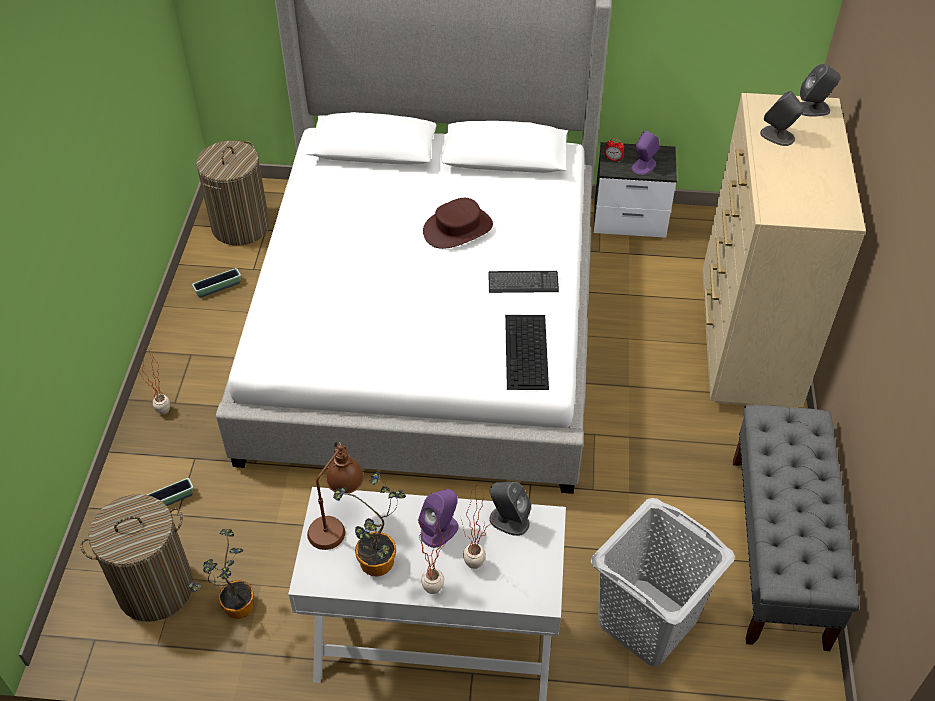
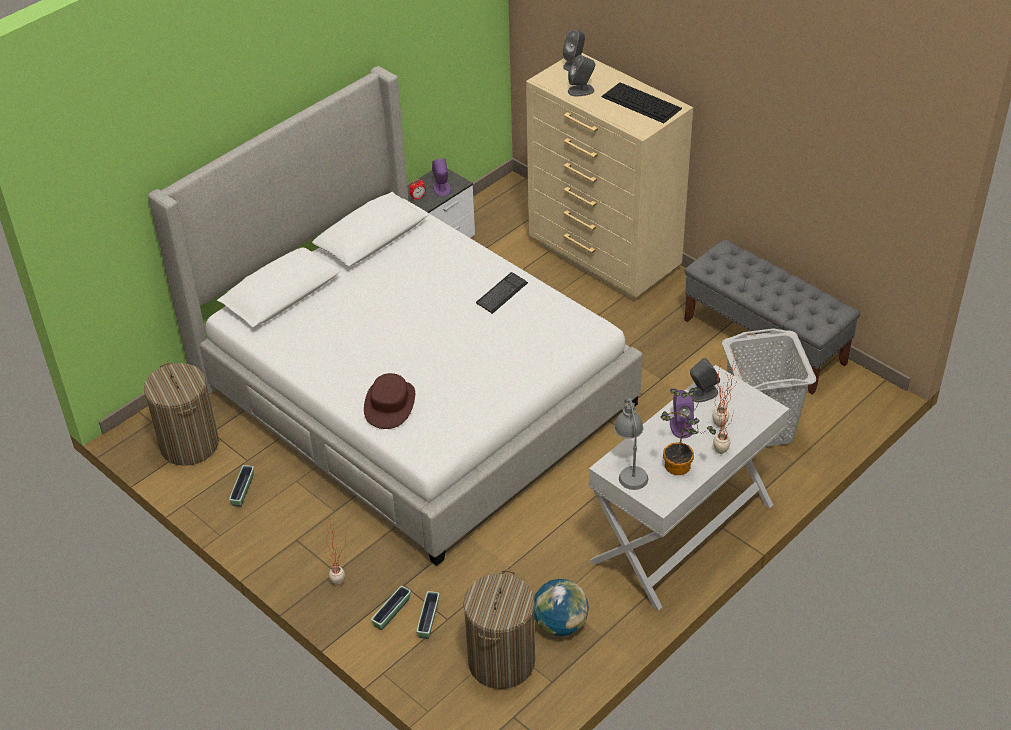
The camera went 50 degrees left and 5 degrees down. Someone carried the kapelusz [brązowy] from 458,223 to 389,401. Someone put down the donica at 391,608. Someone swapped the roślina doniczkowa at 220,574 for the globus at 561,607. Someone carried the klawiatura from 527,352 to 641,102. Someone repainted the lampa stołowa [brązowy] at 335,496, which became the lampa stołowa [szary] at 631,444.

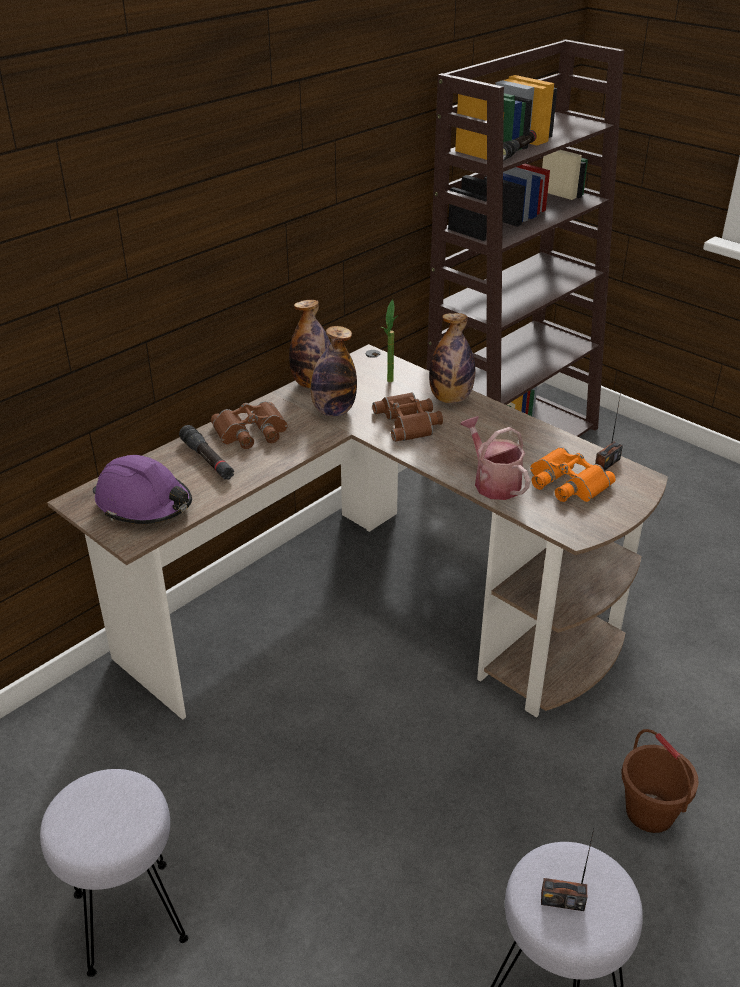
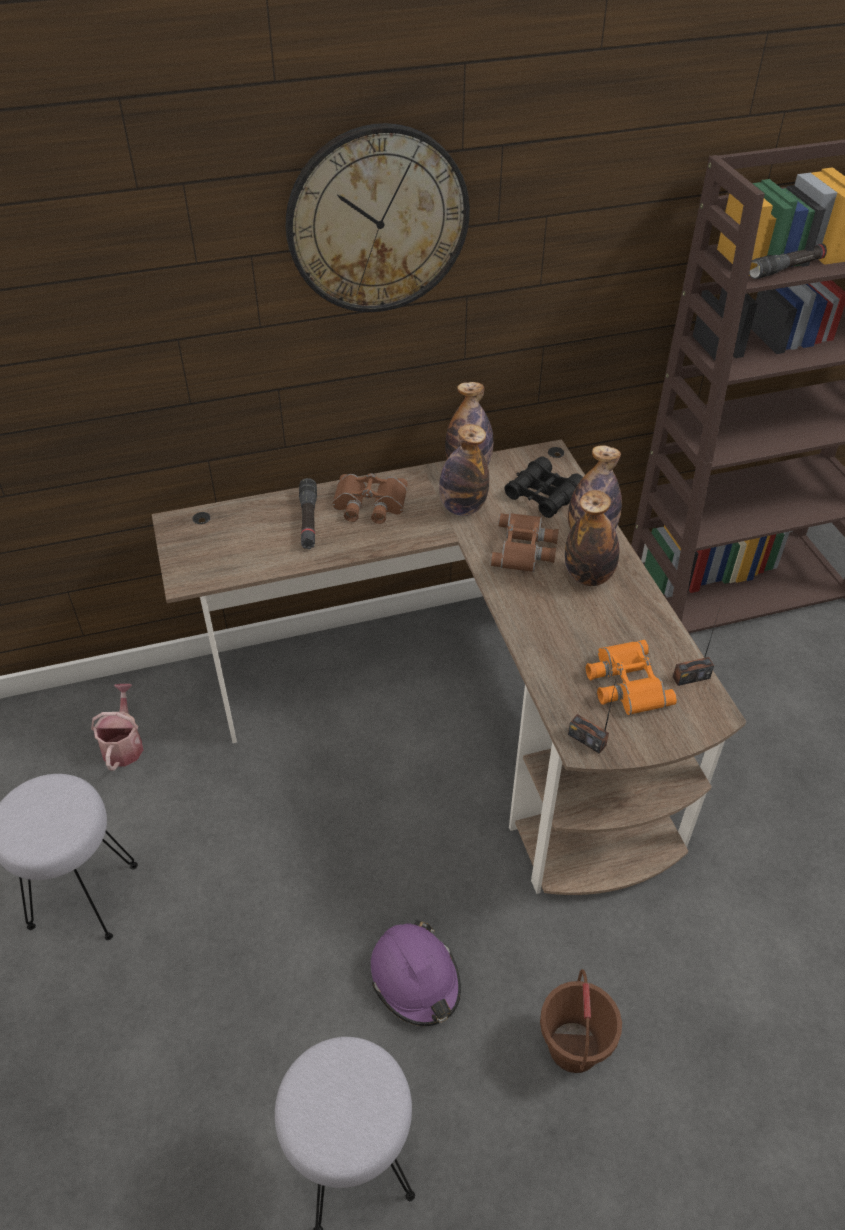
The camera went 30 degrees right and 10 degrees up. Someone carried the konewka from 495,458 to 117,727. Someone put up the zegar ścienny at 378,217. Someone carried the kask [fioletowy] from 143,489 to 416,972. Someone swapped the roślina doniczkowa at 389,340 for the lornetka [czarny] at 543,487. Someone put down the butelka at 592,538. Someone carried the radio from 567,870 to 592,717.

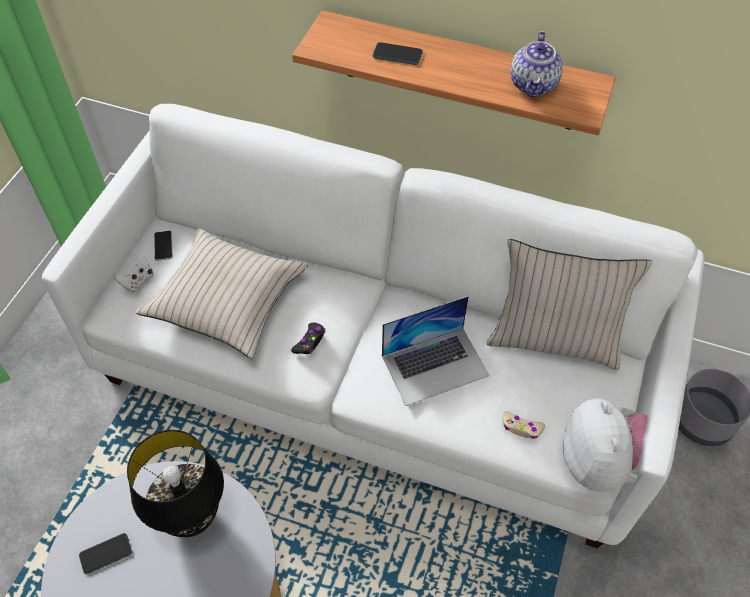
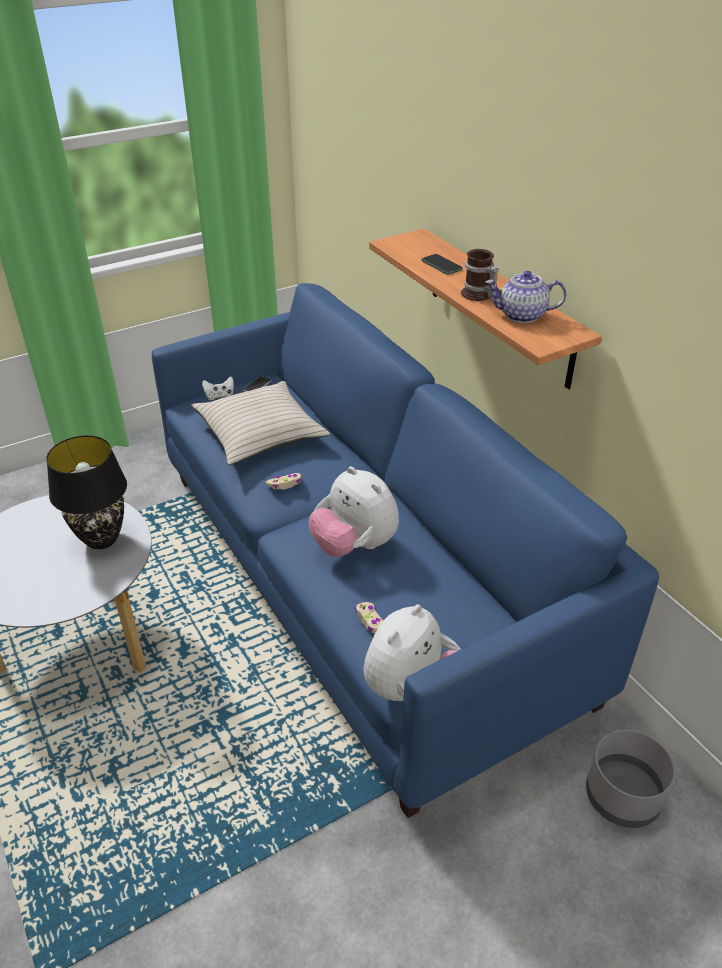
The camera went 40 degrees right and 15 degrees down. Someone repainted the kanapa [biały] at 373,326, which became the kanapa [niebieski] at 405,550. Someone repainted the pad do gier [czarny] at 308,338, which became the pad do gier [beżowy] at 283,481. Someone swapped the laptop at 436,351 for the pluszak at 354,512. Someone put down the kubek at 480,275. Someone rotated the imbryk at 537,64 by 45 degrees clockwise. Someone took away the telefon at 105,553. Someone took away the poduszka [beżowy] at 569,304.

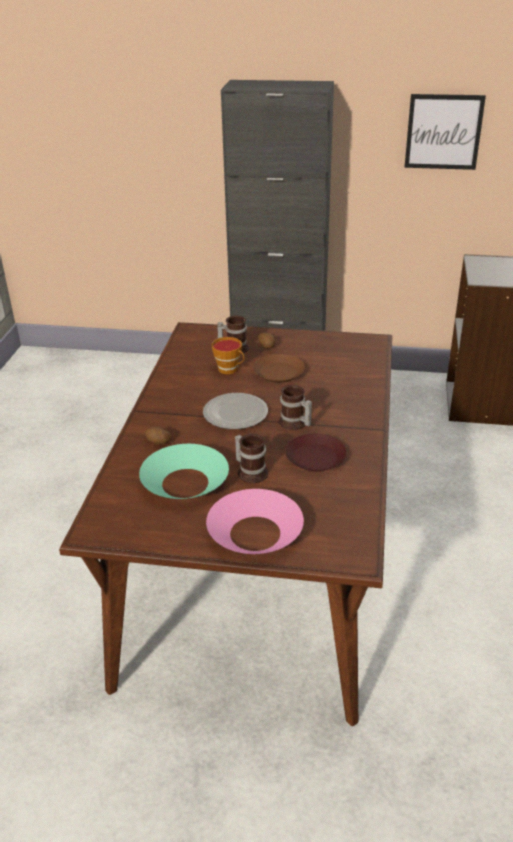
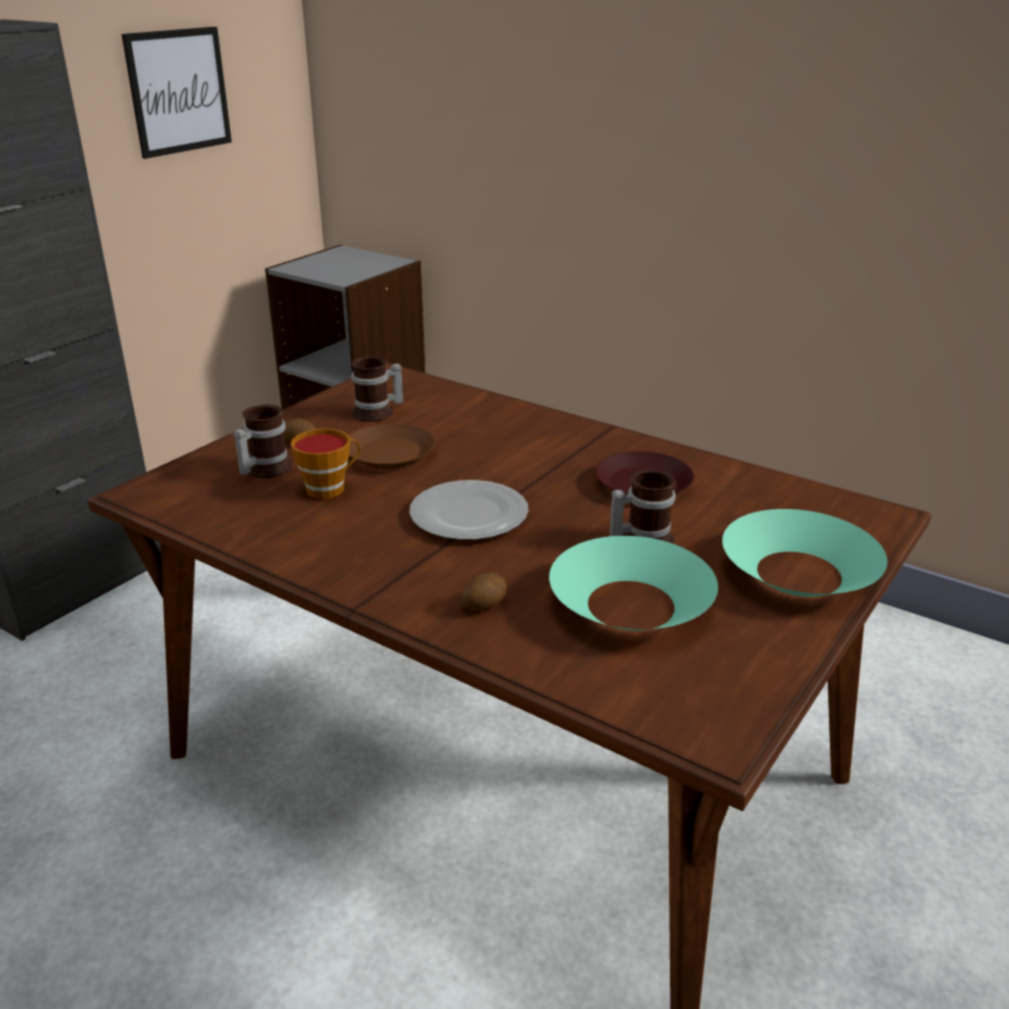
The camera went 65 degrees left and 5 degrees down. Someone carried the kubek from 295,407 to 377,389. Someone repainted the miska [różowy] at 255,521, which became the miska [turkusowy] at 804,553.

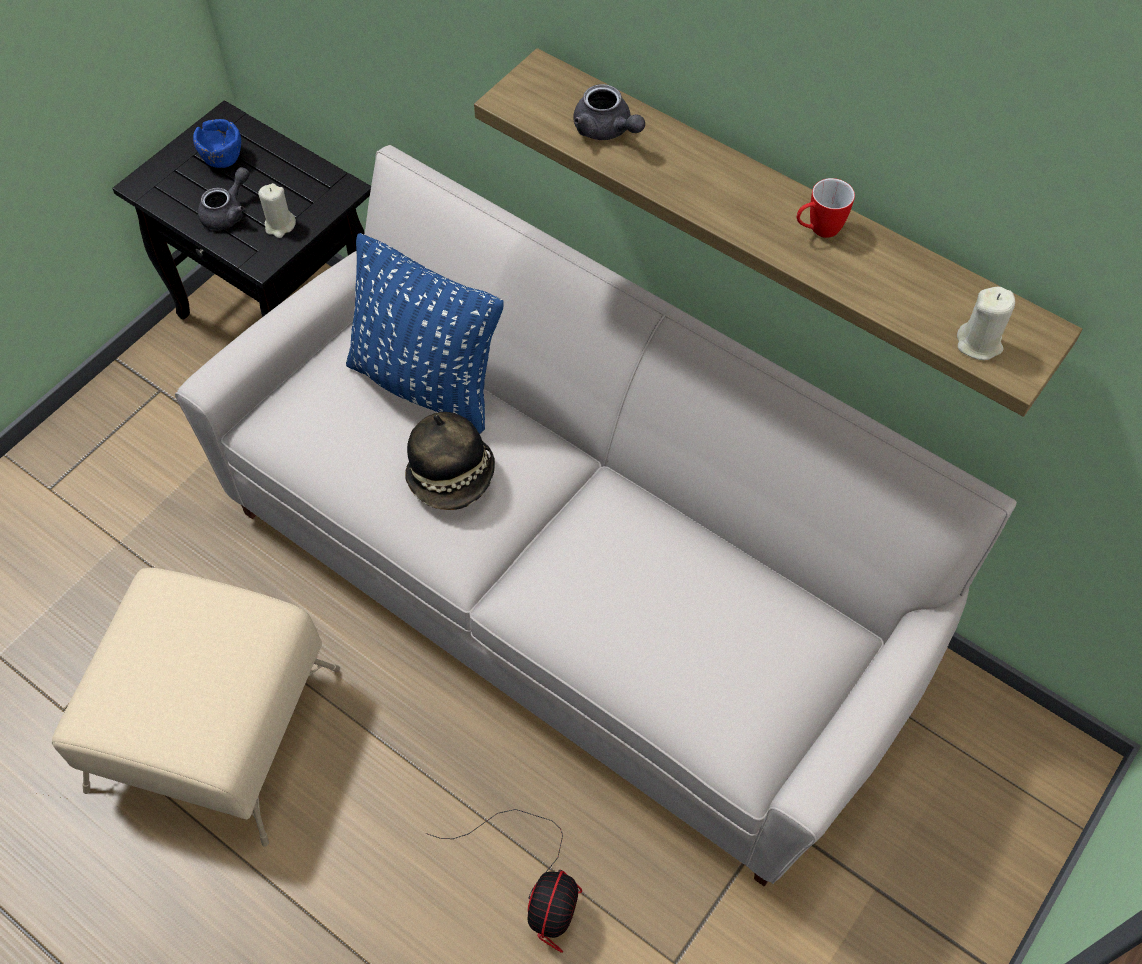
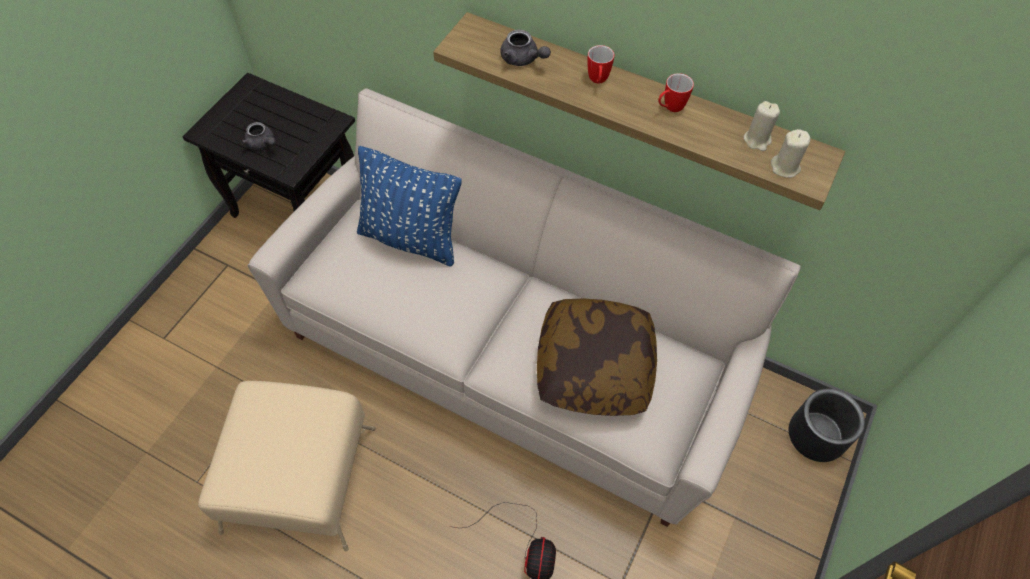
The camera went 10 degrees left and 0 degrees up. Someone rotated the imbryk [szary] at 223,198 by 105 degrees clockwise. Someone put down the poduszka at 597,357. Someone put down the kubek at 601,64. Someone carried the świeca [beżowy] from 277,210 to 762,126. Someone put down the donica [czarny] at 827,425. Someone took away the miska [niebieski] at 217,143. Someone took away the kapelusz at 450,461.

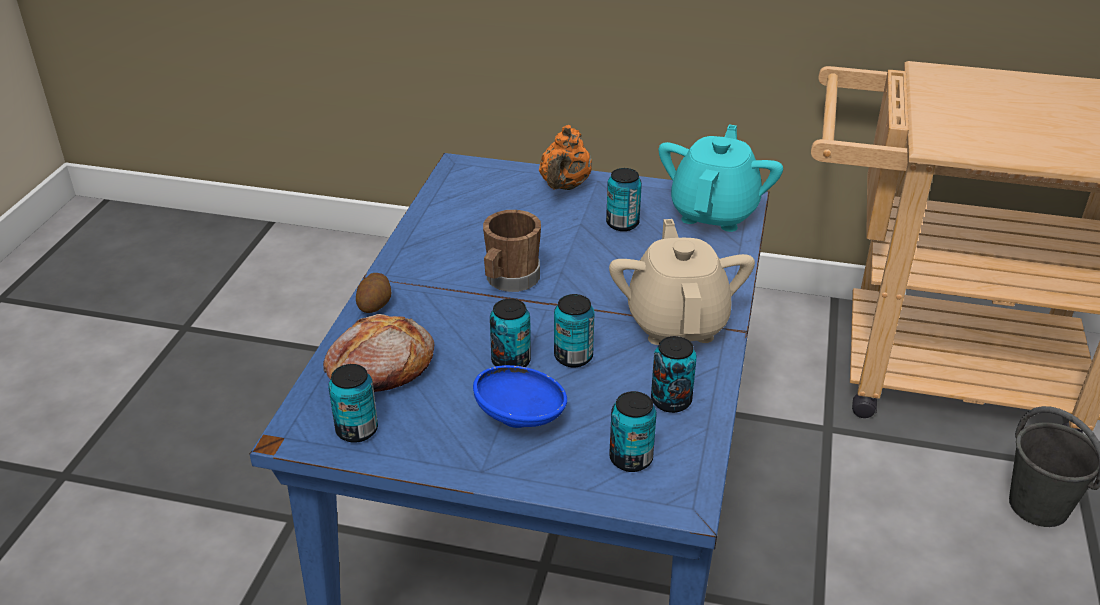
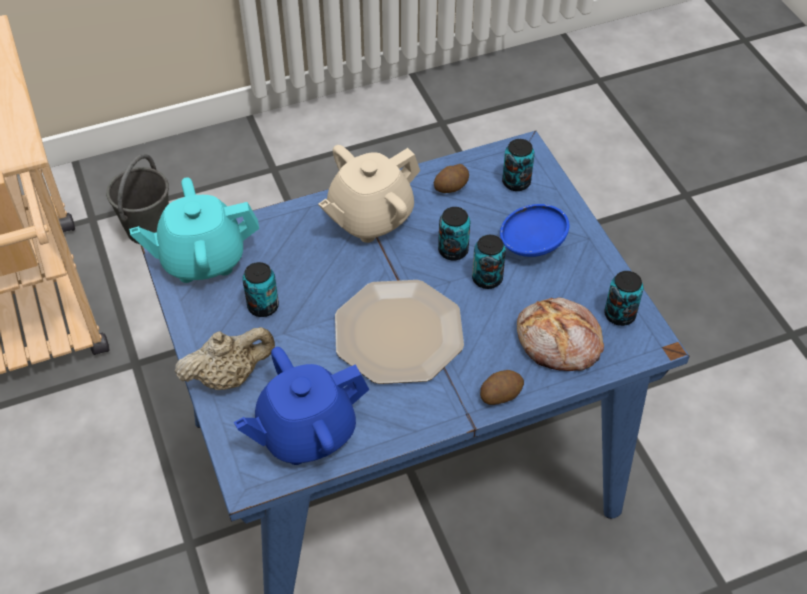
The camera went 125 degrees left and 15 degrees up. Someone repainted the imbryk [pomarańczowy] at 565,157, which became the imbryk [beżowy] at 224,358. Someone put down the imbryk [niebieski] at 302,406. Someone swapped the kubek [brązowy] at 512,251 for the talerz at 399,332. Someone swapped the puszka at 674,374 for the ziemniak at 451,178.

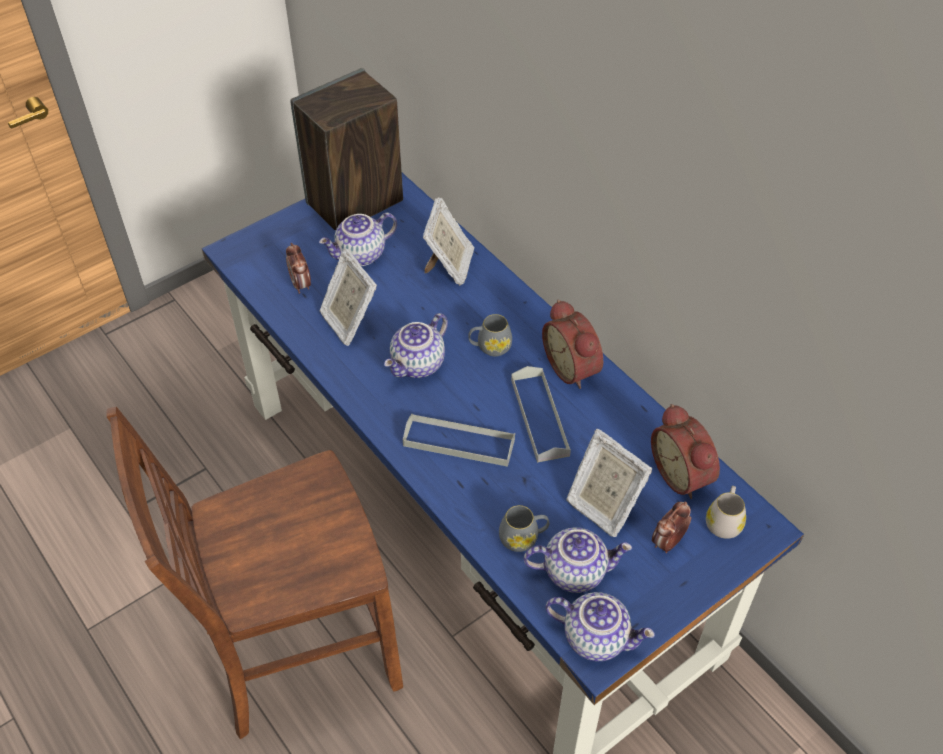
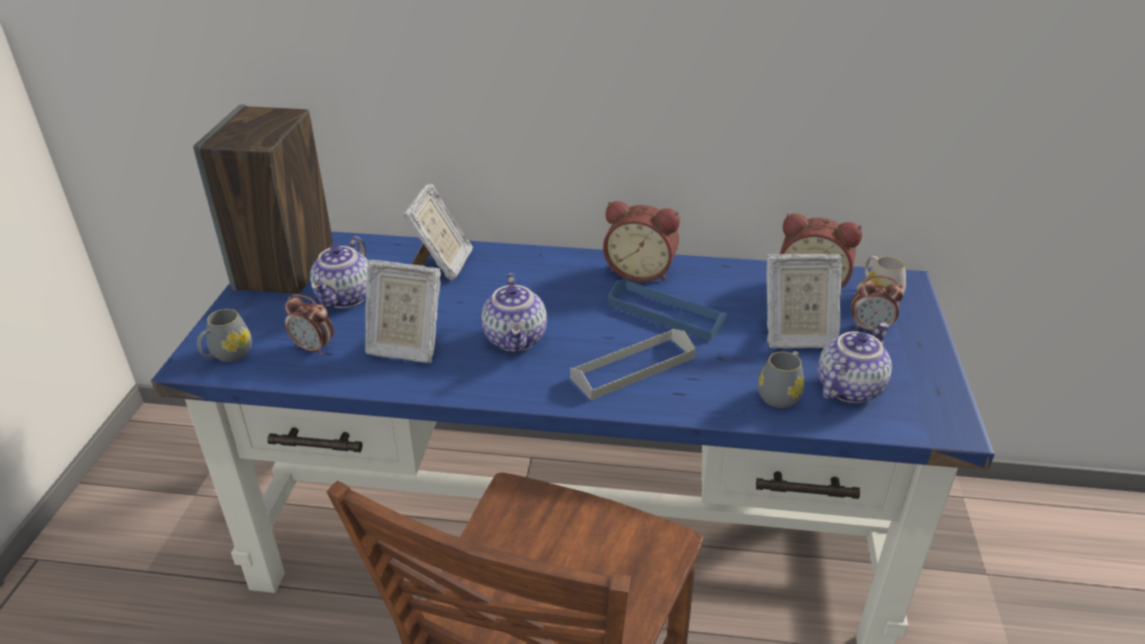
The camera went 45 degrees left and 15 degrees down. Someone carried the kubek [szary] from 490,335 to 224,335. Someone rotated the ramka na zdjęcie at 448,241 by 45 degrees clockwise. Someone repainted the taca [szary] at 541,414, which became the taca [niebieski] at 667,310. Someone rotated the budzik at 671,527 by 75 degrees counterclockwise. Someone took away the imbryk at 600,626.

